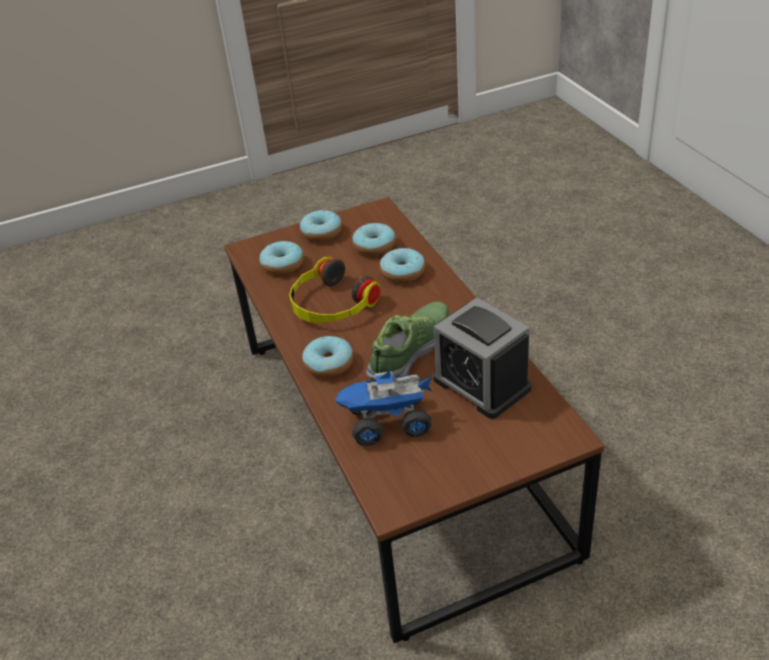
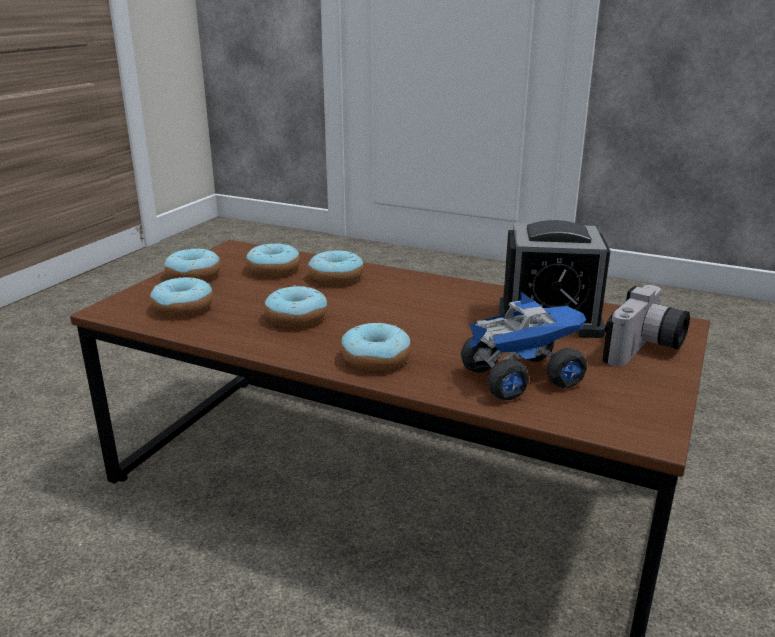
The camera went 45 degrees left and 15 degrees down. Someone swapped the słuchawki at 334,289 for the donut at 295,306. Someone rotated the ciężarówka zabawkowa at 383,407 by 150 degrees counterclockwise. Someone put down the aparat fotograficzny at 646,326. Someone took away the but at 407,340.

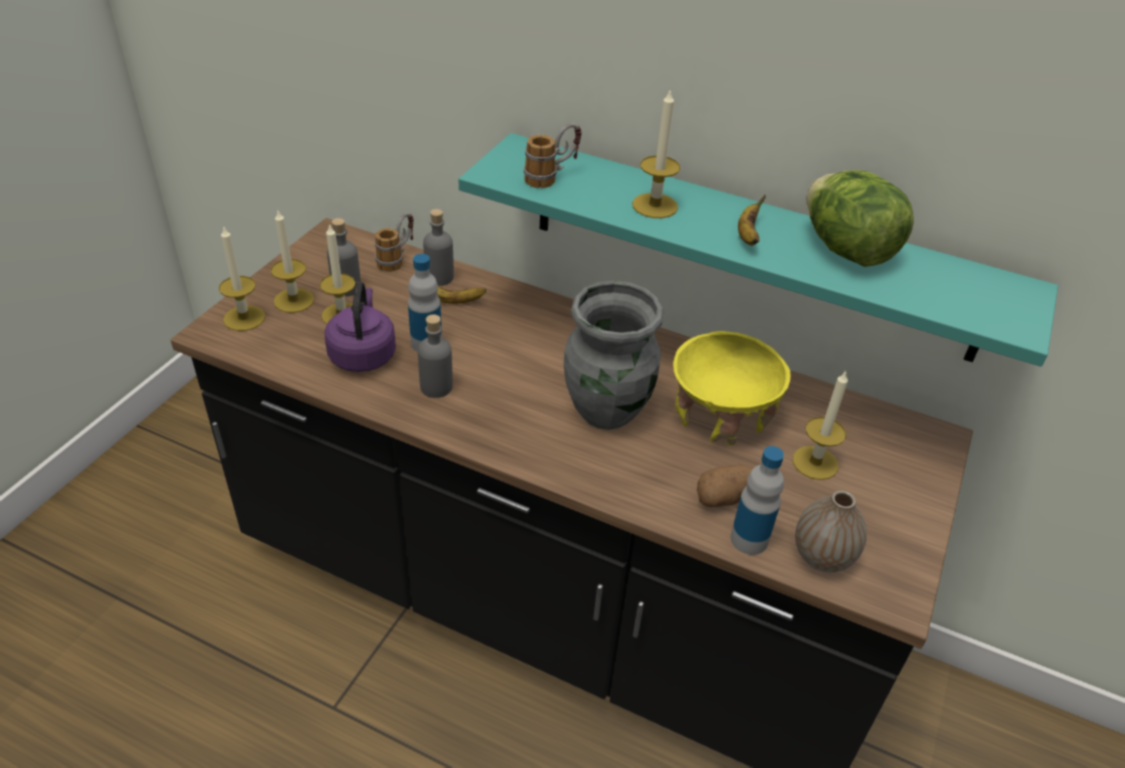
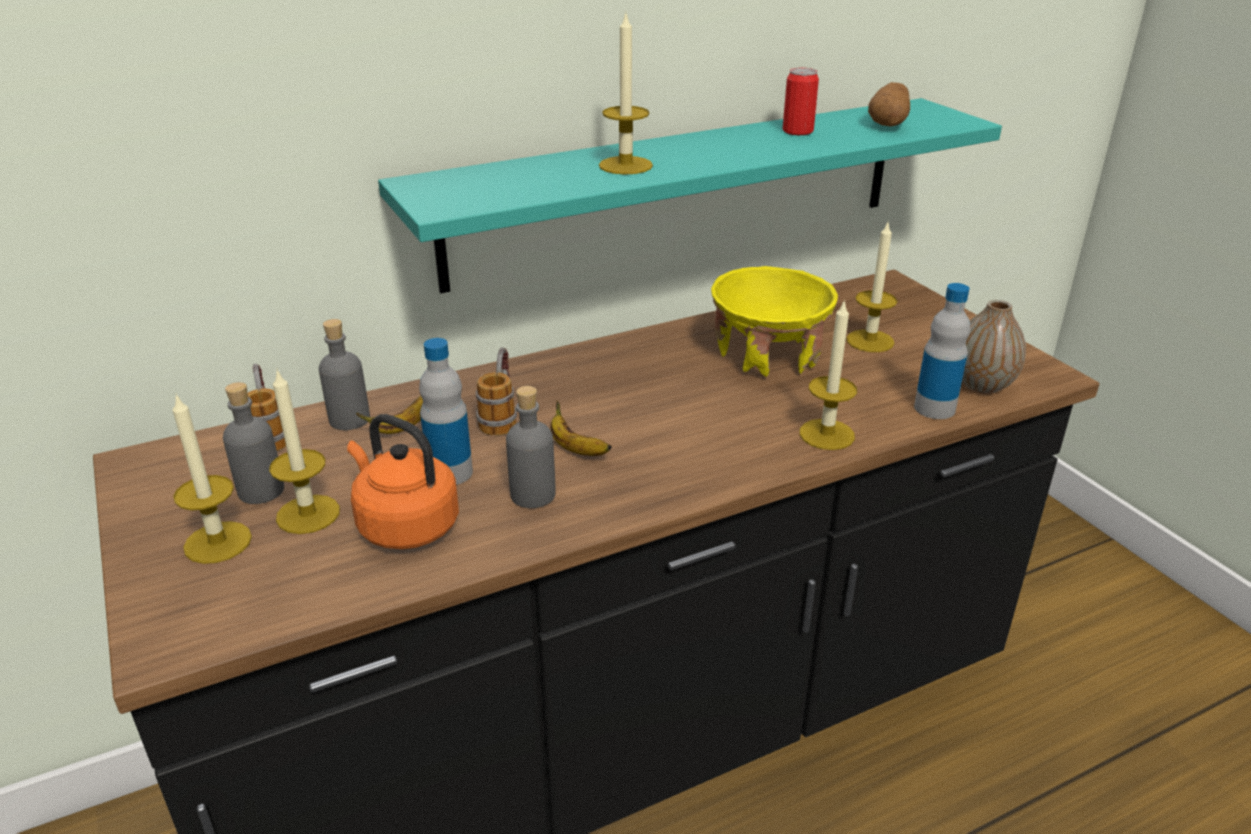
The camera went 50 degrees left and 10 degrees down. Someone repainted the czajnik [fioletowy] at 360,326, which became the czajnik [pomarańczowy] at 403,481. Someone carried the kubek from 553,155 to 496,391. Someone carried the banan from 752,220 to 581,428. Someone swapped the sałata at 860,218 for the puszka at 801,101. Someone carried the świeca from 242,278 to 828,374. Someone carried the ziemniak from 725,485 to 889,104. Someone took away the wazon [szary] at 613,355.

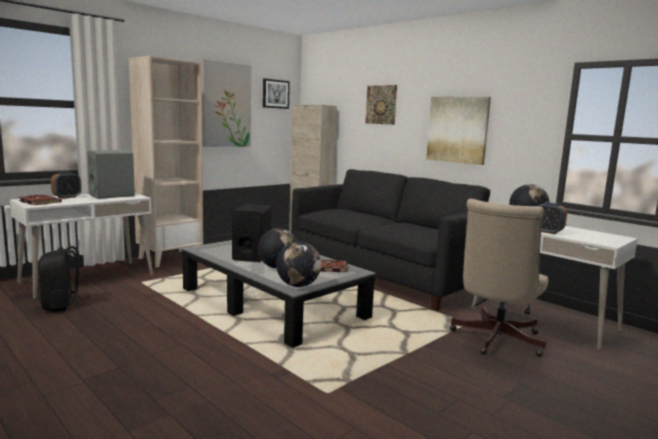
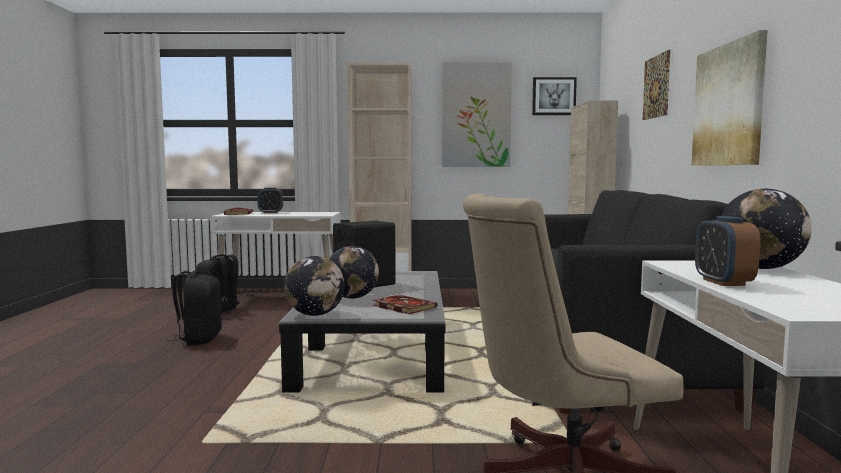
The camera went 45 degrees right and 5 degrees down. Someone put down the plecak [czarny] at 194,308. Someone took away the głośnik [szary] at 111,174.

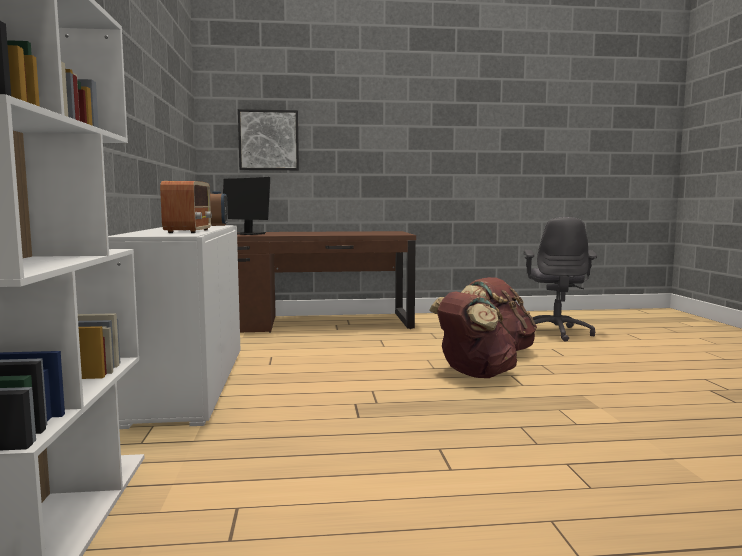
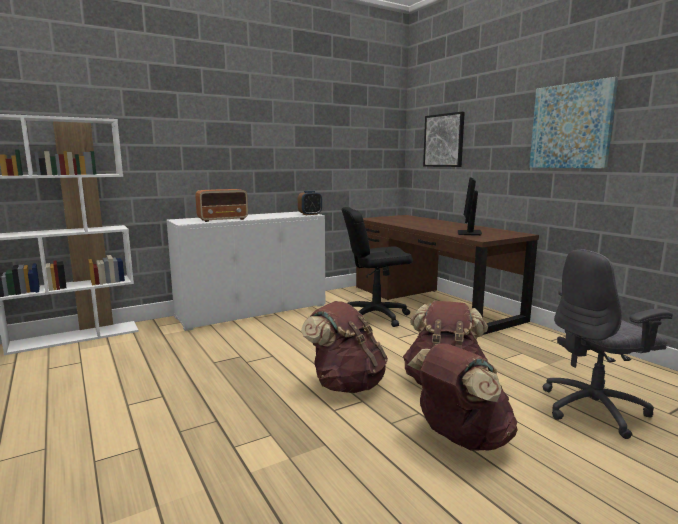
The camera went 65 degrees right and 5 degrees up. Someone put down the krzesło biurowe [czarny] at 377,267. Someone put down the plecak [brązowy] at 463,397. Someone carried the monitor from 246,206 to 470,206. Someone put up the obraz at 573,122.

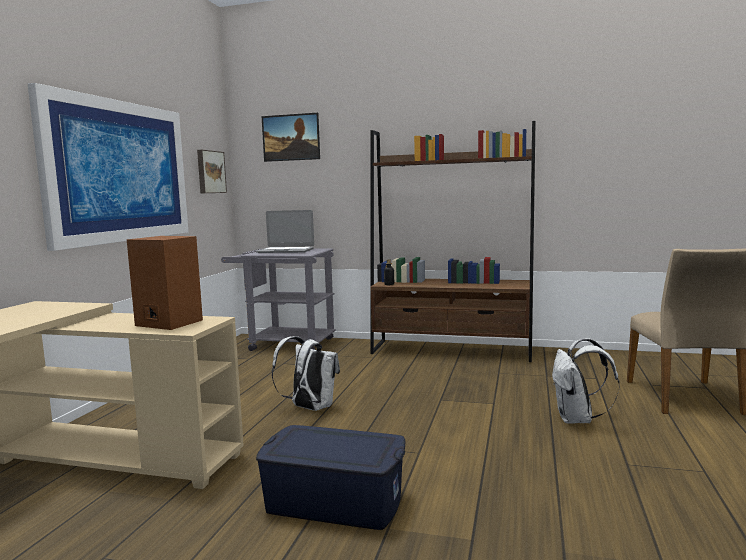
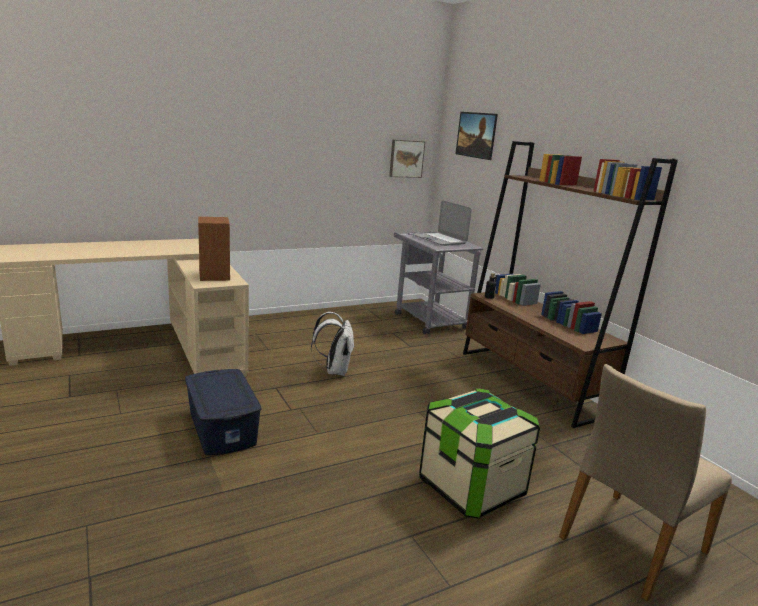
The camera went 45 degrees right and 10 degrees up. Someone swapped the plecak [biały] at 586,380 for the pojemnik do przechowywania at 479,453. Someone took away the obraz at 108,167.

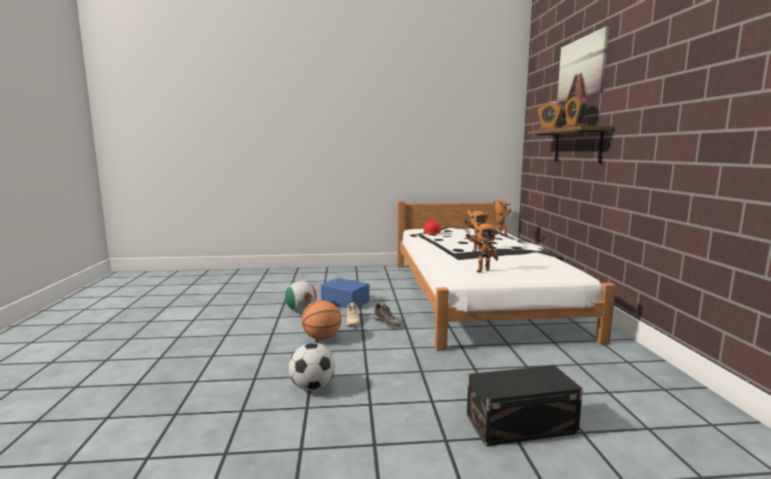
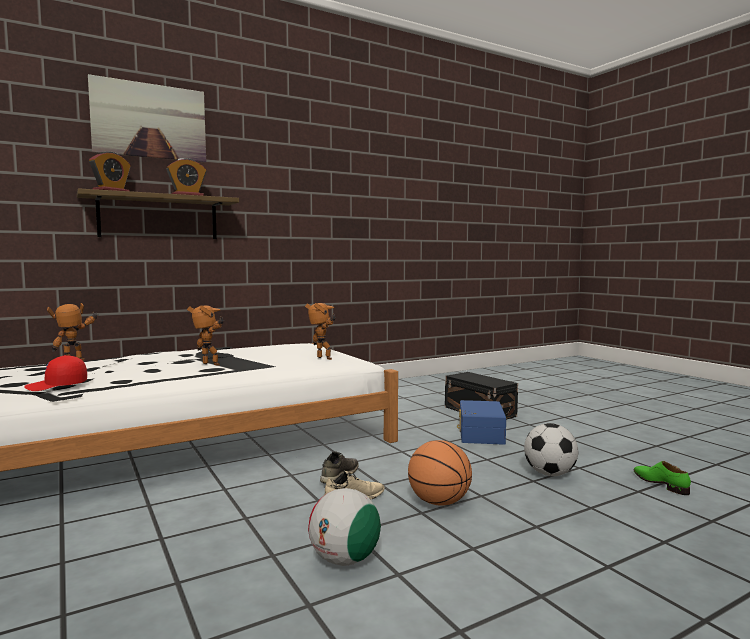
The camera went 115 degrees left and 5 degrees down. Someone carried the pojemnik do przechowywania [niebieski] from 345,293 to 481,422. Someone put down the but [zielony] at 662,478.

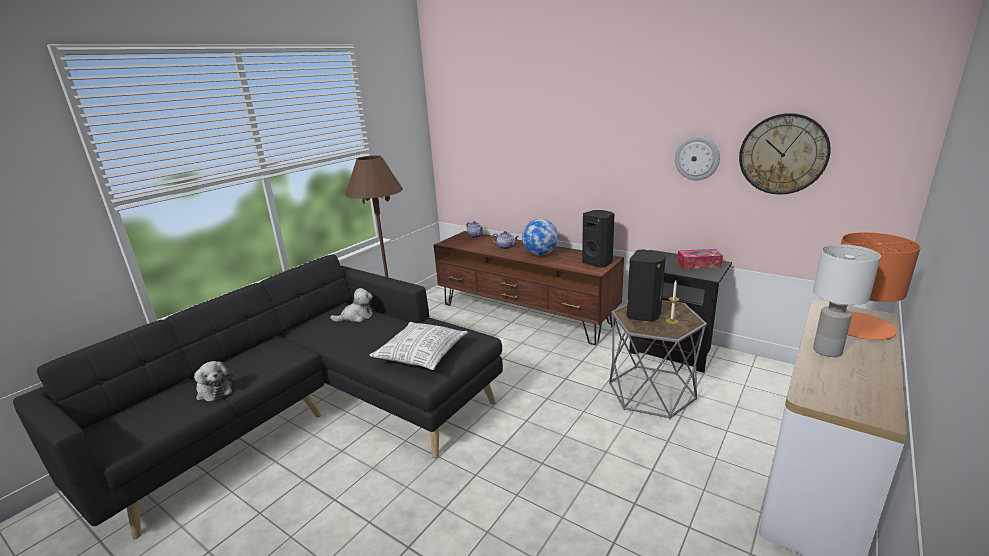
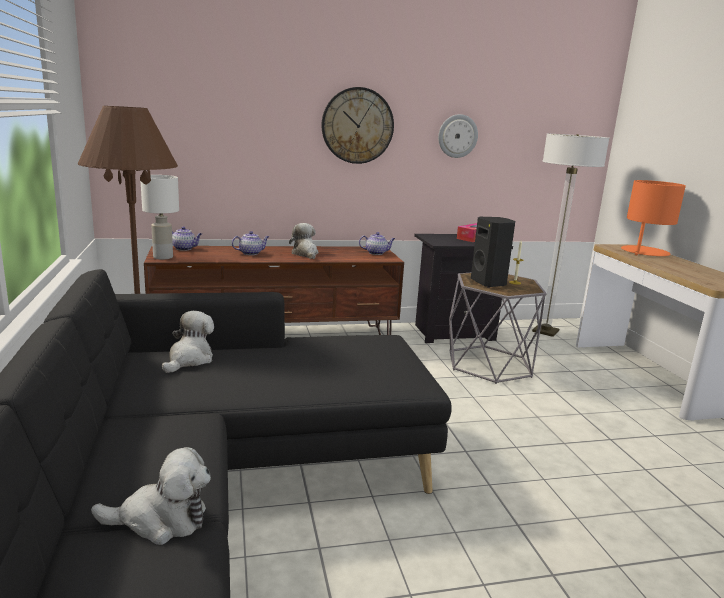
The camera went 50 degrees left and 5 degrees down. Someone carried the lampa stołowa [biały] from 847,300 to 160,217. Someone swapped the globus at 540,237 for the pluszak at 303,241. Someone carried the zegar ścienny from 785,154 to 357,125. Someone swapped the głośnik [czarny] at 598,239 for the imbryk at 377,243. Someone put down the lampa stojąca at 570,235. Someone took away the poduszka at 419,346.

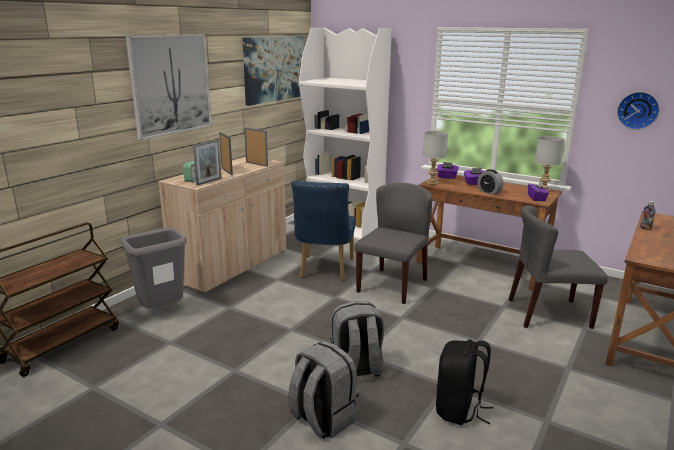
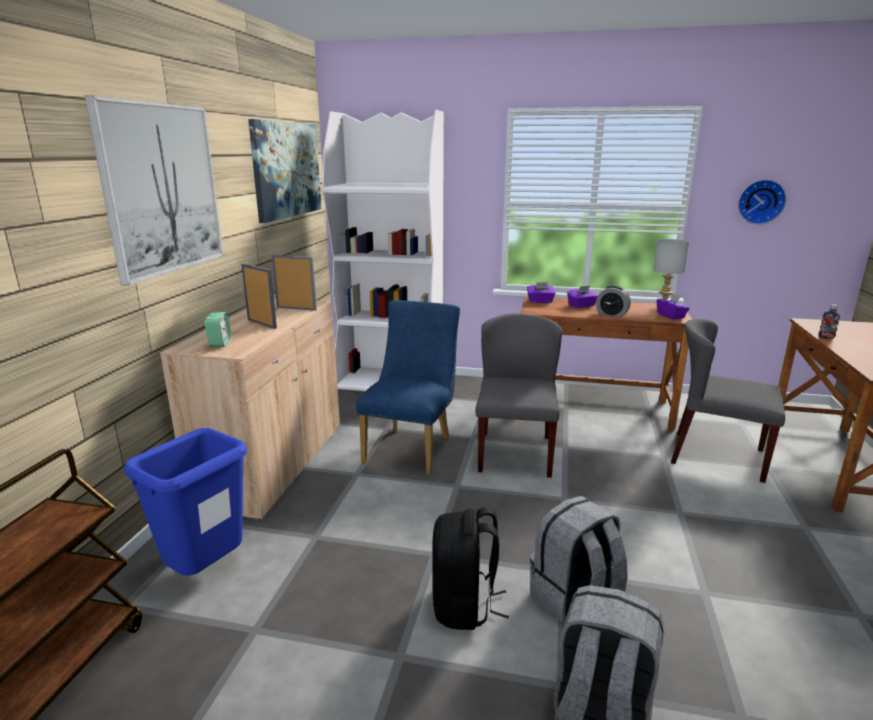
The camera went 20 degrees left and 0 degrees up. Someone repainted the kosz na śmieci [szary] at 154,268, which became the kosz na śmieci [niebieski] at 185,502. Someone rotated the krzesło [niebieski] at 323,230 by 150 degrees counterclockwise. Someone carried the plecak [czarny] from 465,382 to 470,568. Someone rotated the krzesło [szary] at 558,267 by 45 degrees clockwise. Someone took away the ramka na zdjęcie at 207,163. Someone took away the lampa stołowa [szary] at 435,158.

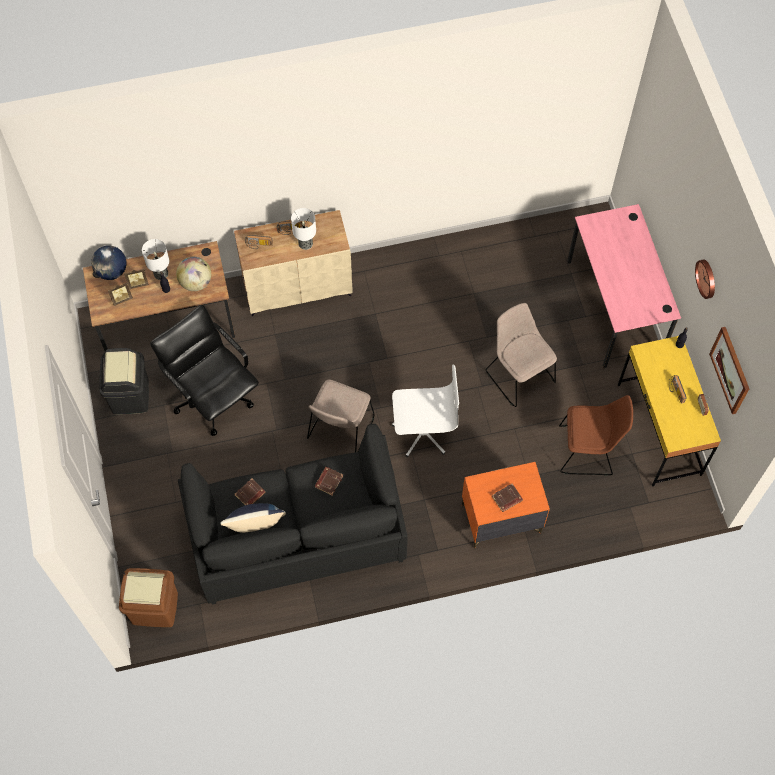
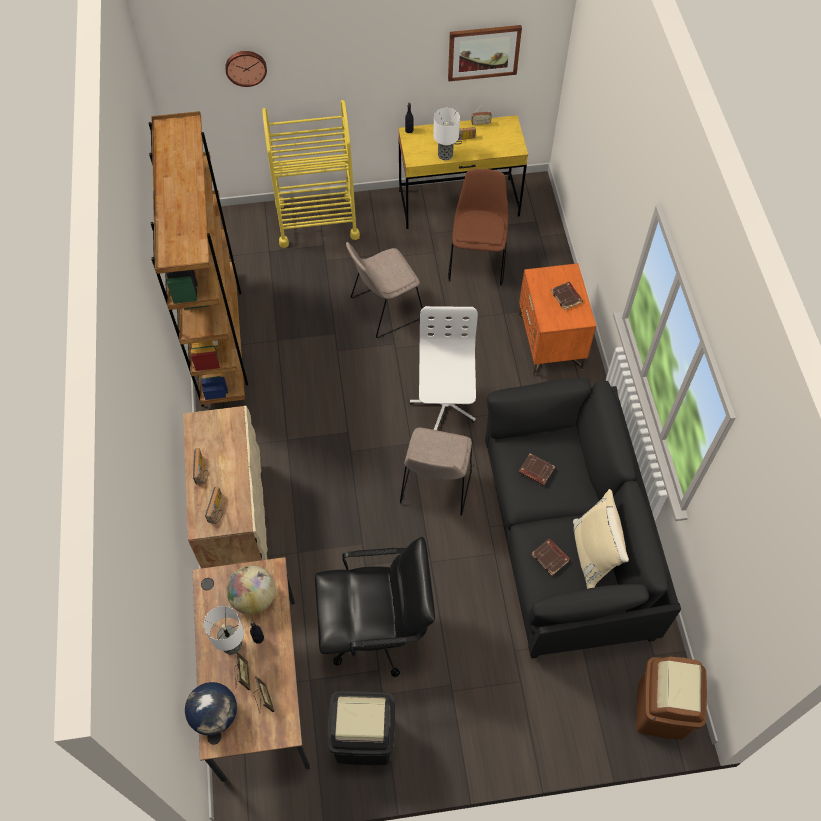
The camera went 85 degrees left and 5 degrees down. Someone put down the regał [brązowy] at 198,259. Someone carried the zegar ścienny from 705,279 to 246,69. Someone swapped the biurko [różowy] at 624,286 for the wózek [żółty] at 311,174. Someone rotated the krzesło biurowe [czarny] at 204,370 by 150 degrees counterclockwise. Someone rotated the krzesło [beżowy] at 340,416 by 75 degrees clockwise. Someone carried the lampa stołowa from 303,229 to 446,134. Someone repainted the poduszka [niebieski] at 253,518, which became the poduszka [beżowy] at 601,539.

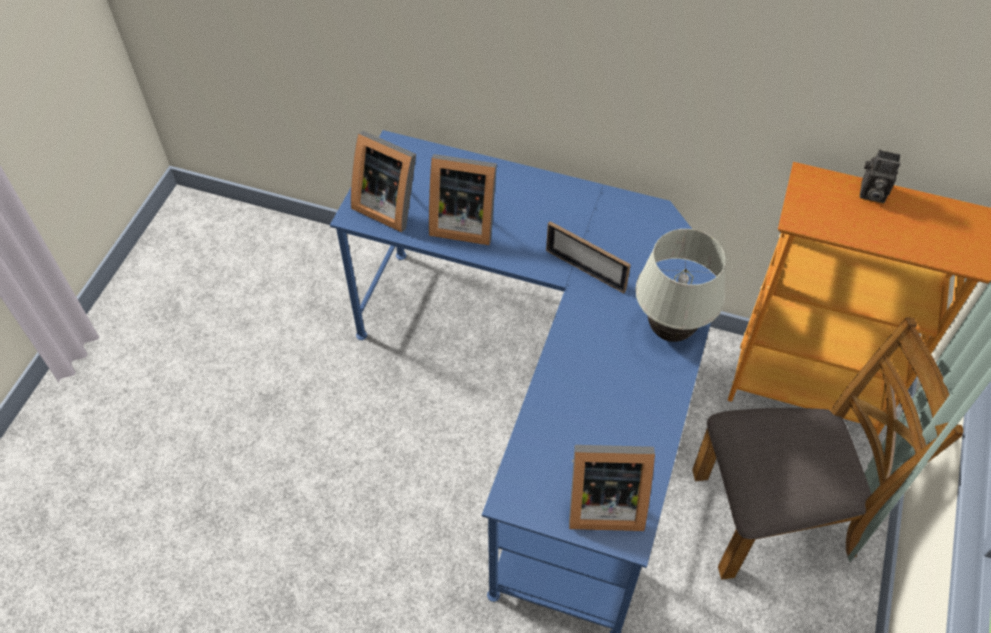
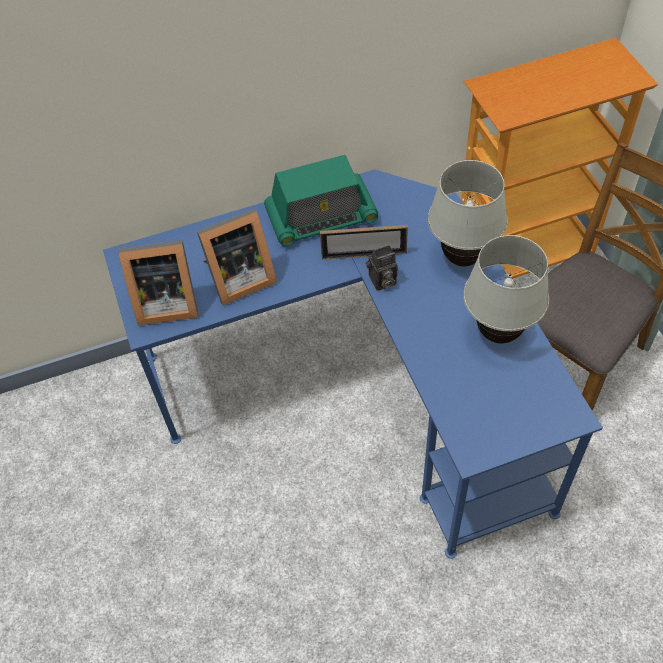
The camera went 35 degrees left and 0 degrees up. Someone put down the radio at 321,200. Someone carried the aparat fotograficzny from 880,176 to 381,268. Someone put down the lampa stołowa [biały] at 506,289. Someone took away the ramka na zdjęcie at 612,488.

